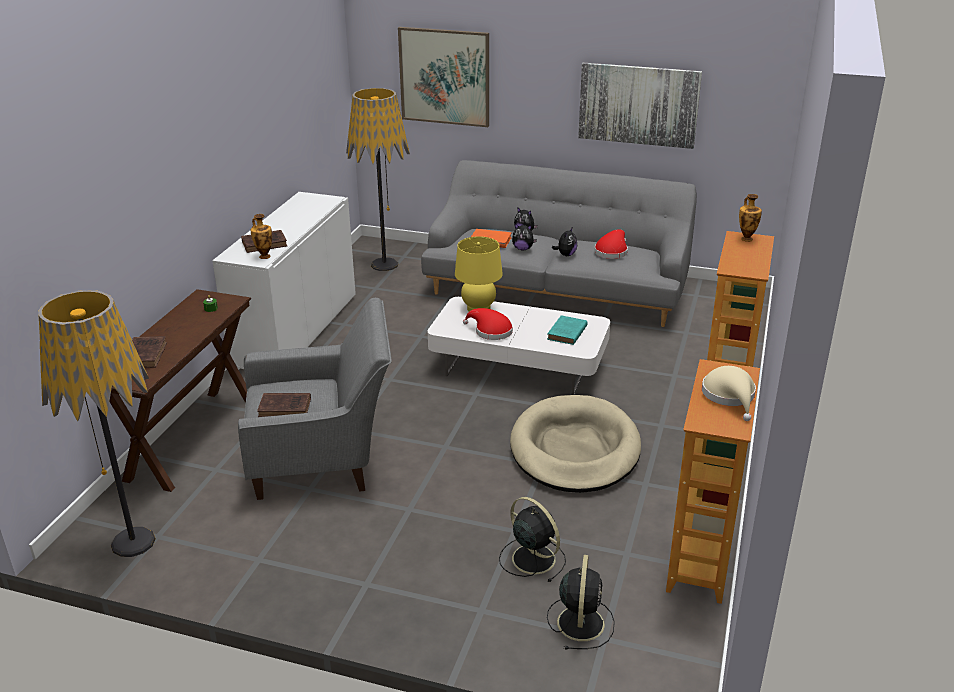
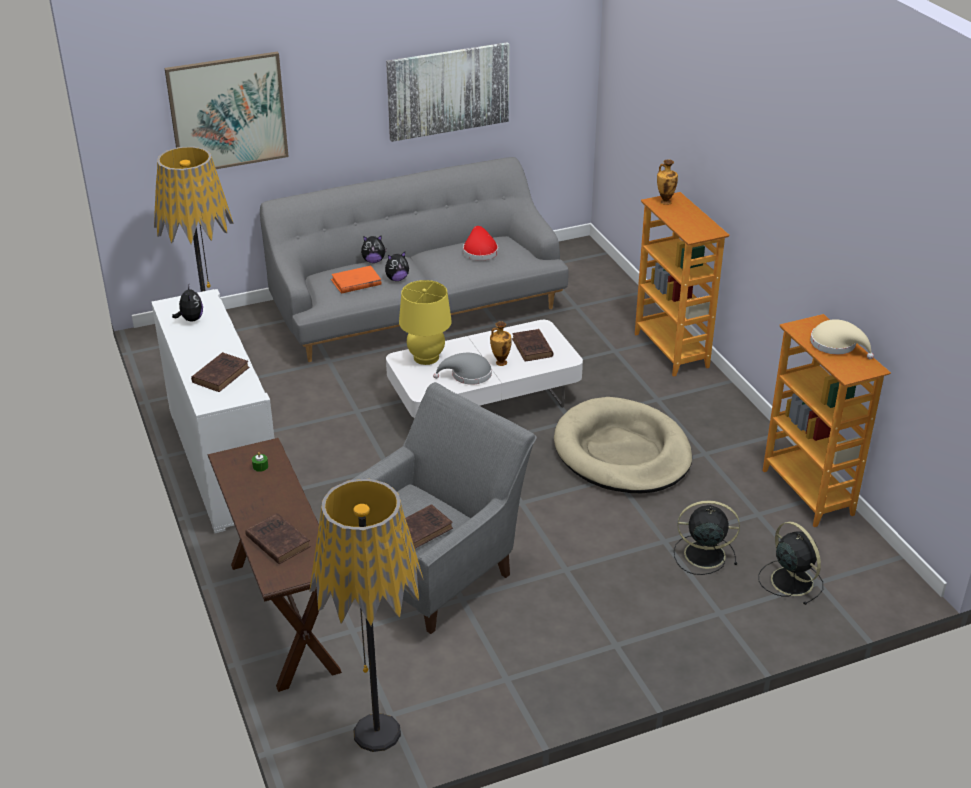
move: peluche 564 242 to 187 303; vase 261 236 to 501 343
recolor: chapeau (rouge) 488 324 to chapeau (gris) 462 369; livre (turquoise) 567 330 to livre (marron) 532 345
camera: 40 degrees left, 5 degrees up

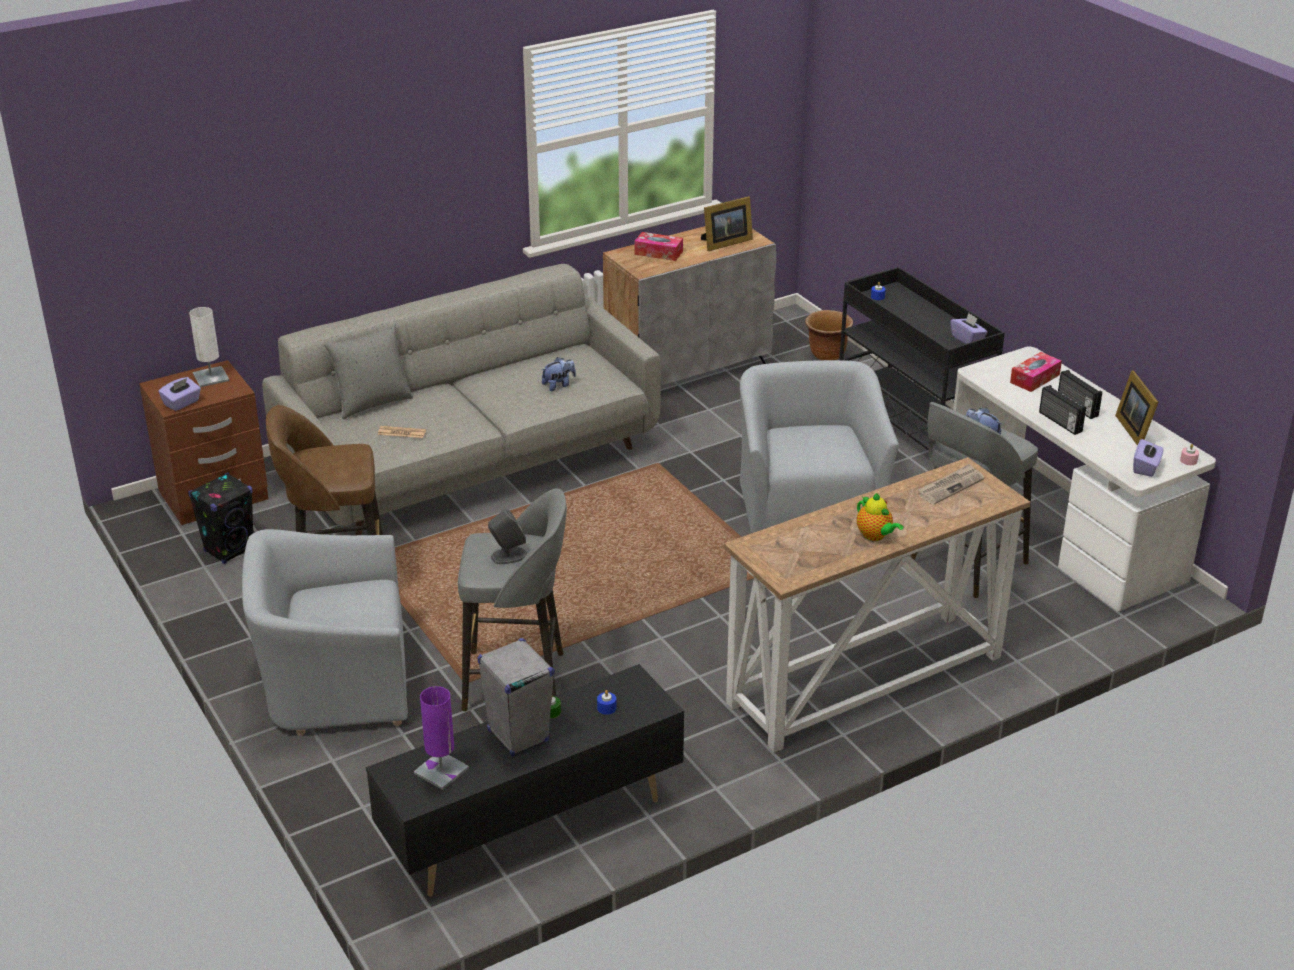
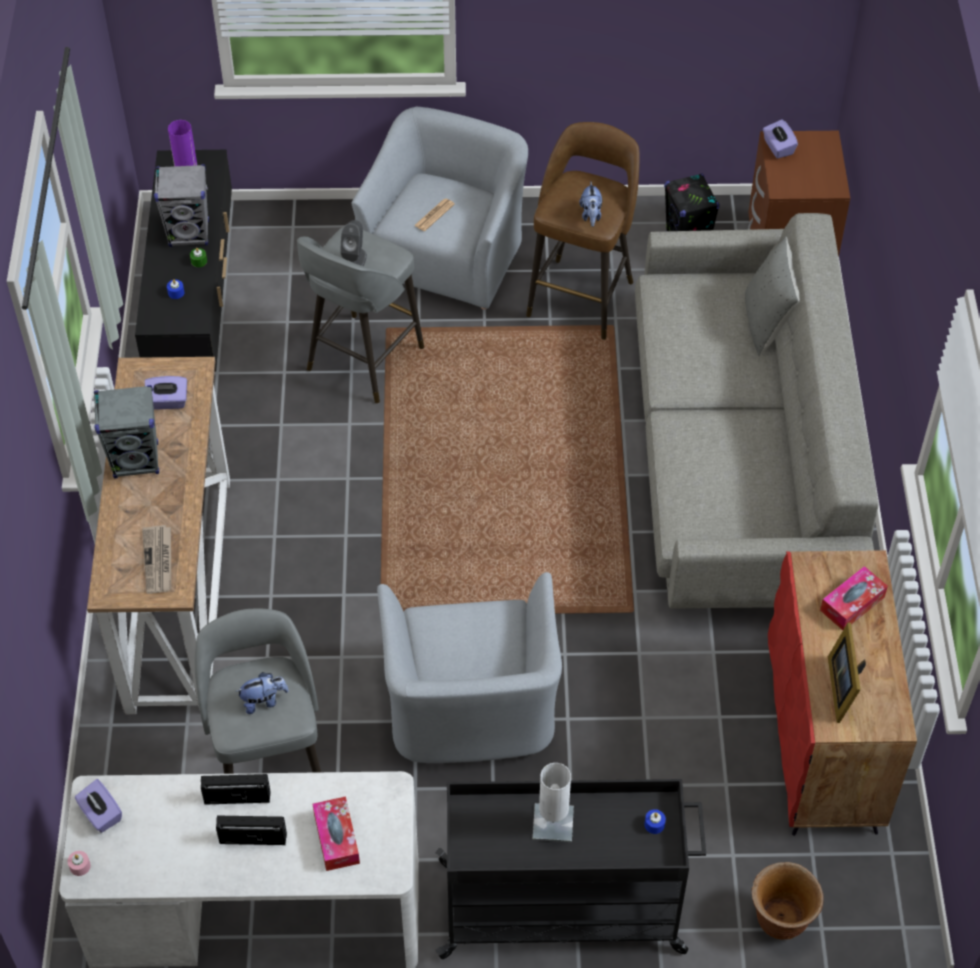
delete: cadre photo 1136 408
move: boîte à mouchoirs (violet) 969 328 to 166 393; journal 402 432 to 434 214; lampe de table (blanc) 209 347 to 553 802; peluche 559 374 to 590 204
replace: théière 880 517 to enceinte (gris) 126 431
recolor: meuble de rangement (gris) 689 305 to meuble de rangement (rouge) 842 693
rotate: fauteuil (gris) 819 446 = 469 667 60 degrees clockwise
camera: 120 degrees right, 20 degrees up

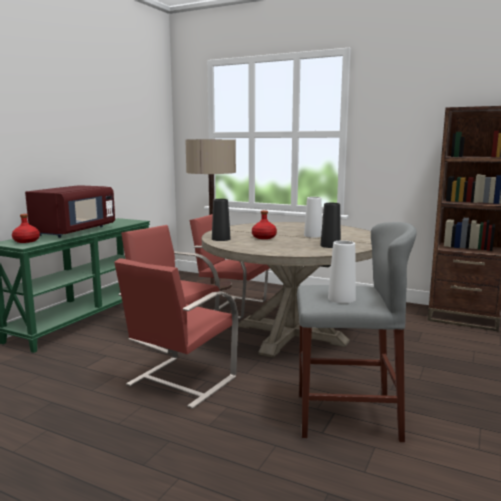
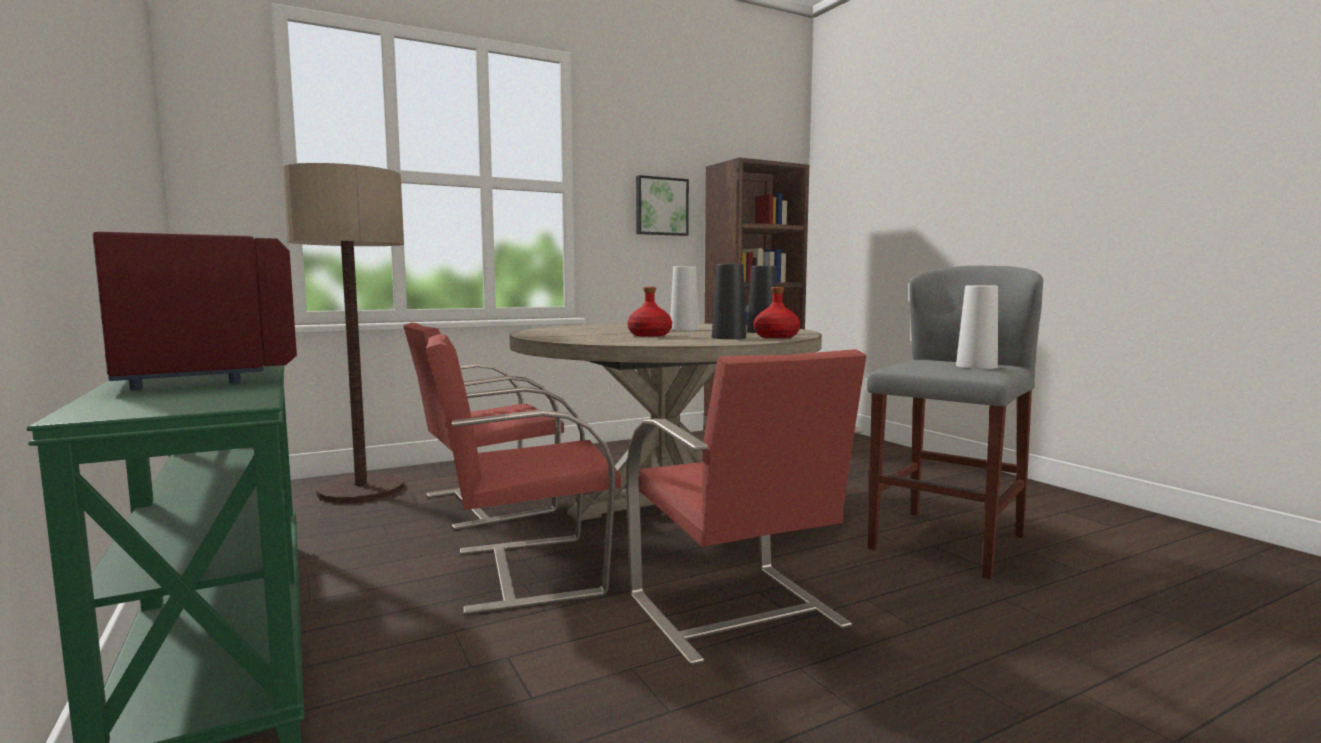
insert: tableau 662 205
move: vase (noir) 221 220 to 729 301; bouteille (rouge) 26 228 to 777 312
camera: 55 degrees left, 5 degrees down

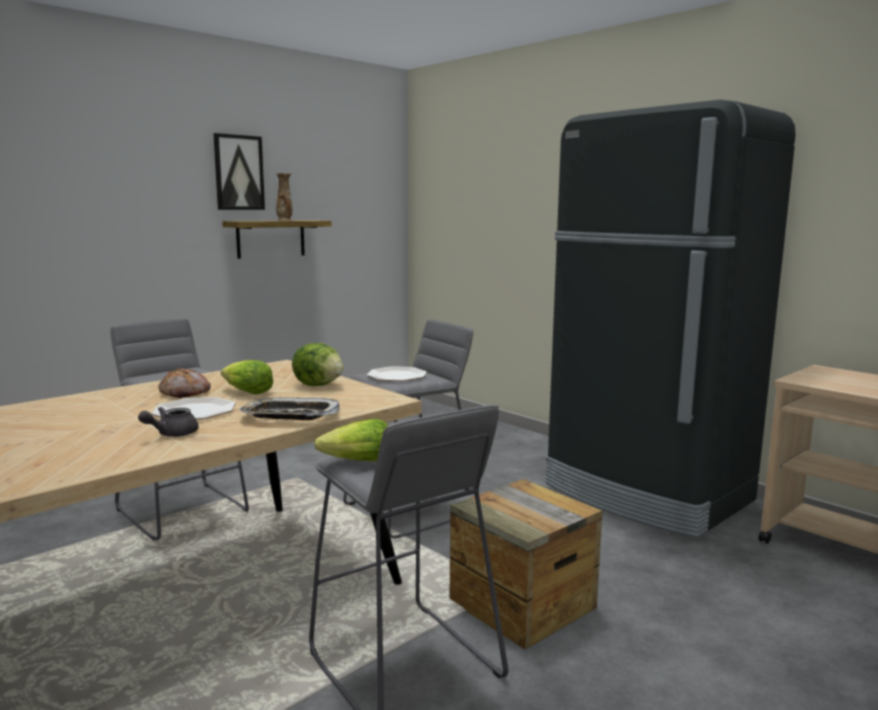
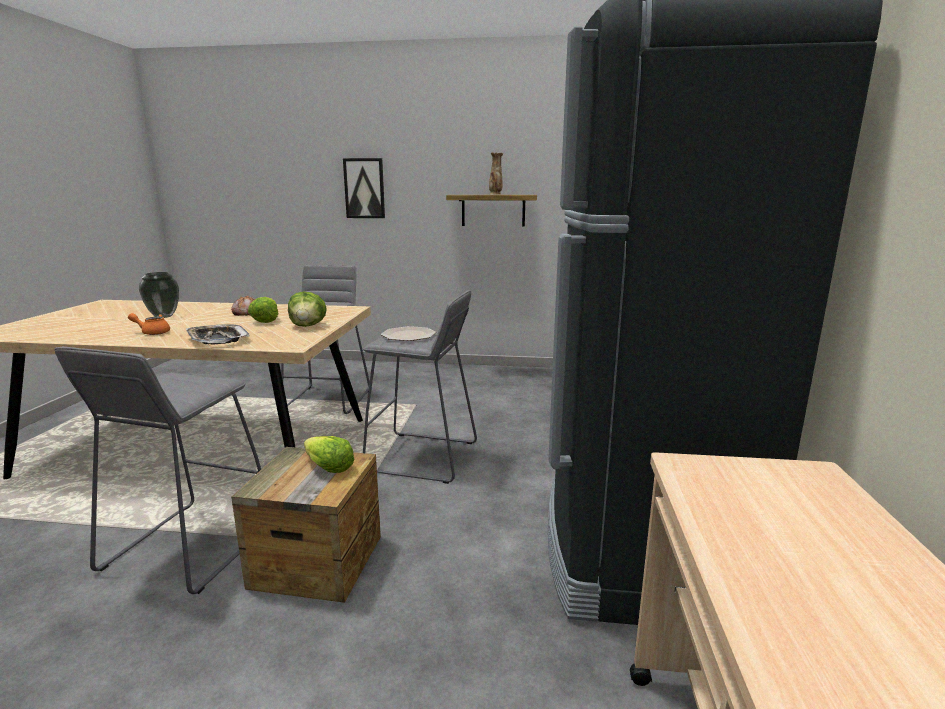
delete: assiette 193 408
insert: vase 159 295
move: laitue 351 440 to 329 454; tableau 239 171 to 364 188
recolor: théière (gris) 168 422 to théière (orange) 149 324
camera: 50 degrees right, 5 degrees up

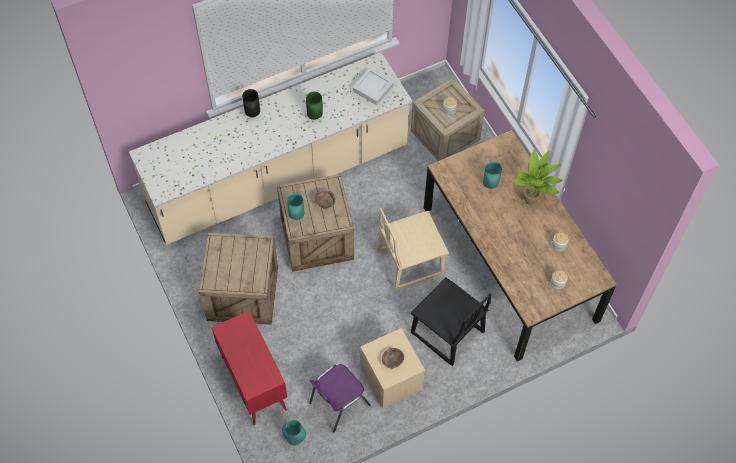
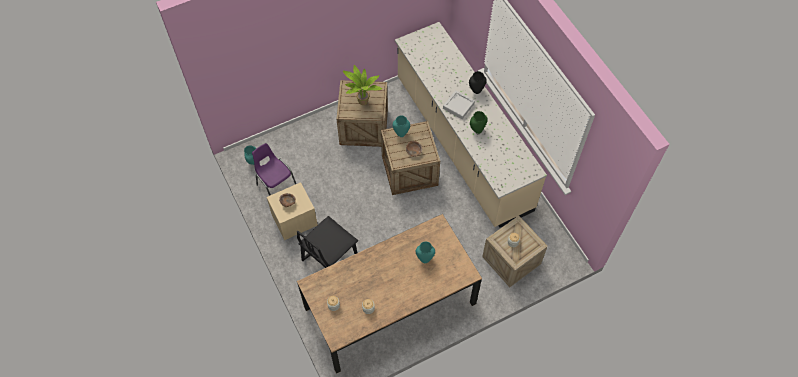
delete: meuble de rangement (rouge) 249 368; chaise (beige) 413 249
move: plante en pot 537 177 to 362 85; plateau (gris) 373 86 to 459 104
camera: 90 degrees right, 0 degrees up

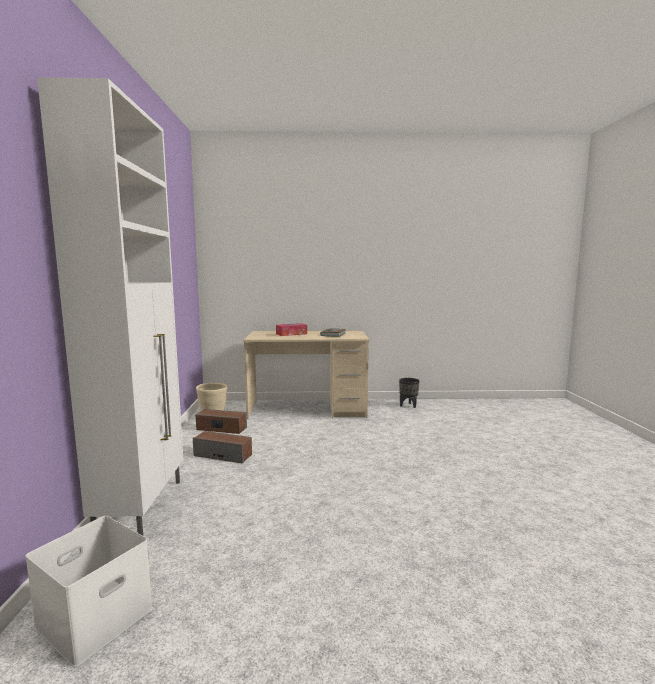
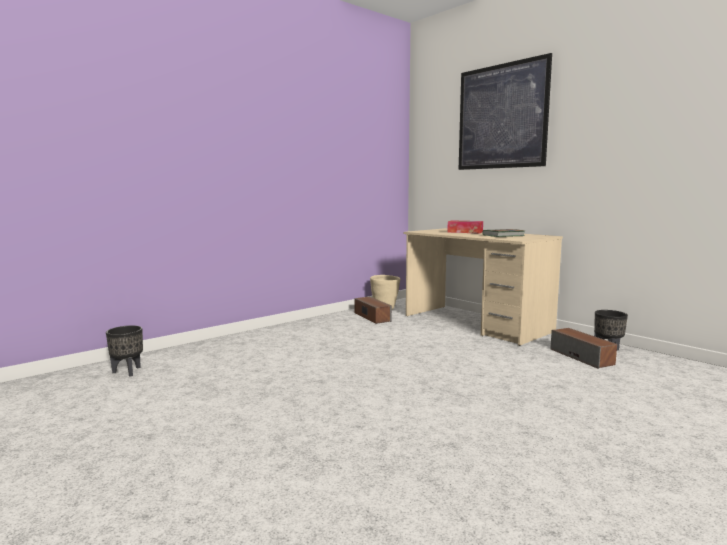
delete: meuble de rangement (blanc) 110 306
insert: tableau 505 111
move: enceinte 222 447 to 583 348
replace: boîte de rangement (blanc) 89 591 to cache-pot (noir) 124 351
camera: 50 degrees right, 0 degrees up

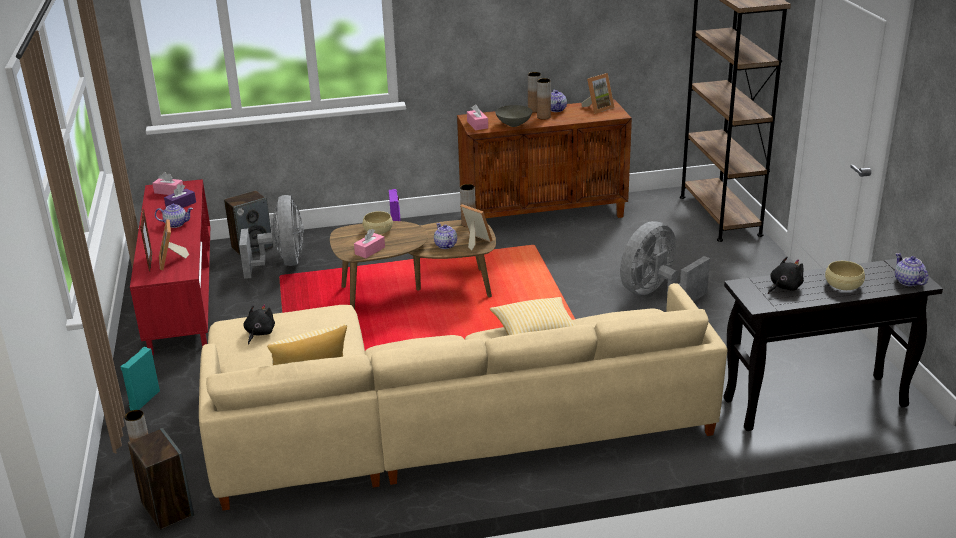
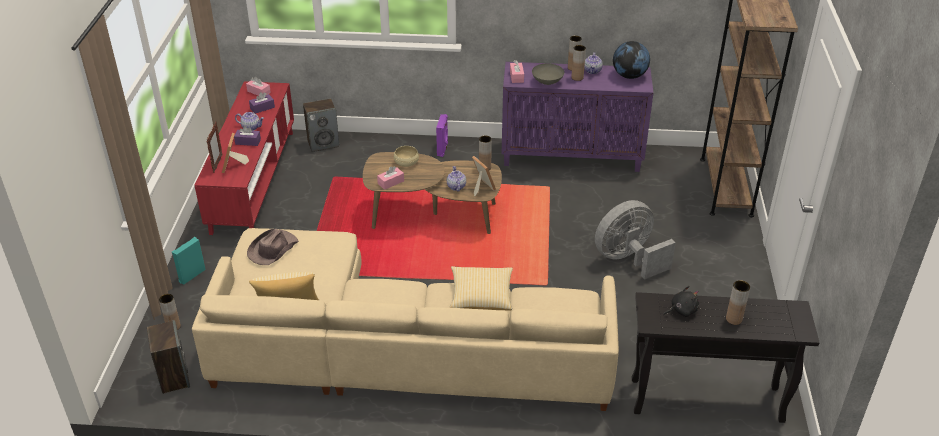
delete: ventilateur (gris) 271 237; théière 911 269
insert: boîte à mouchoirs (violet) 247 136
replace: peluche (noir) 259 324 to chapeau (marron) 273 247; cadre photo 598 93 to globe 631 60; bol (beige) 845 275 to vase (marron) 738 302
recolor: meuble de rangement (marron) 544 158 to meuble de rangement (violet) 578 117
camera: 15 degrees right, 10 degrees up

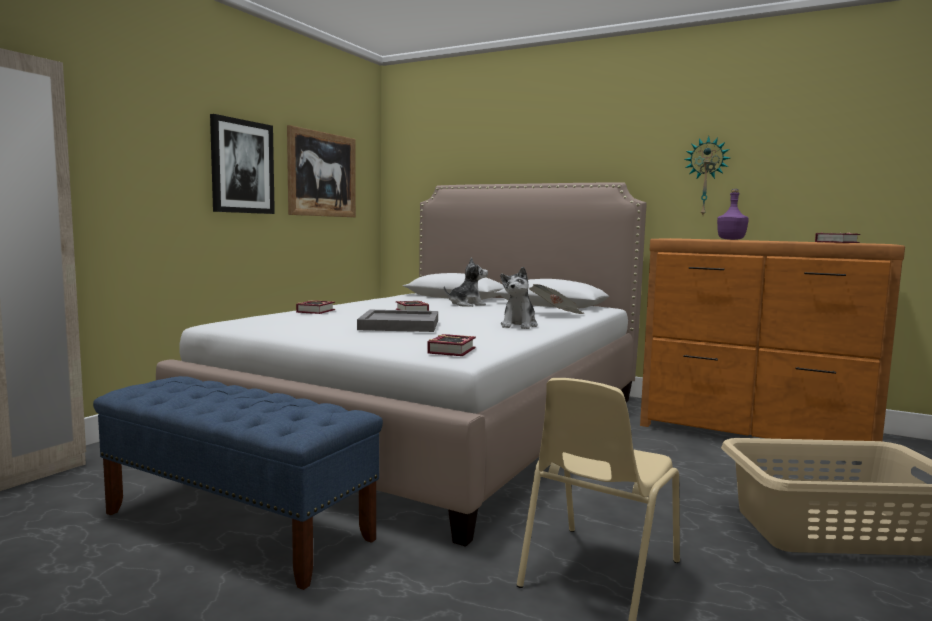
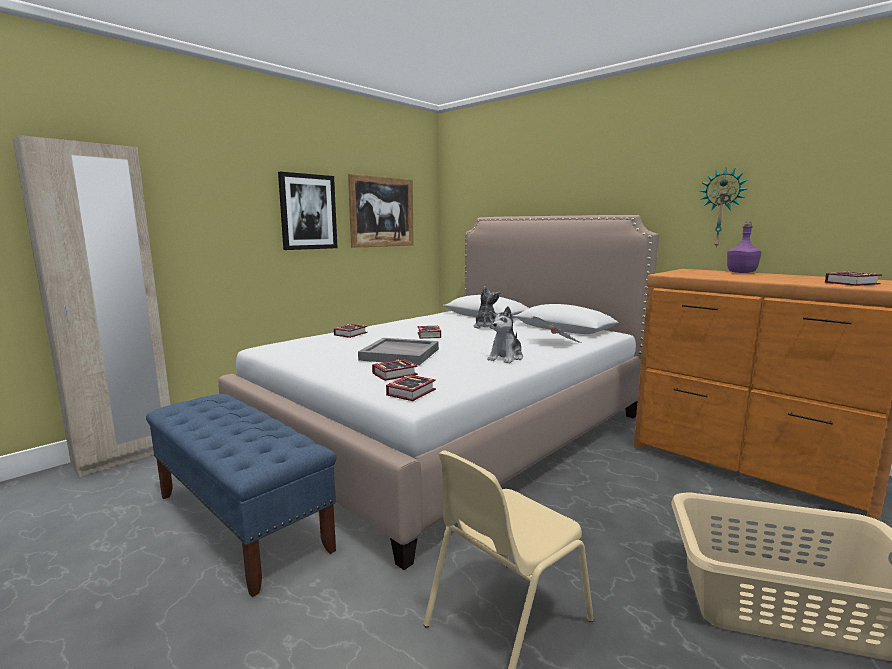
insert: livre 395 370
rotate: peluche 466 282 = 487 307 75 degrees counterclockwise
camera: 15 degrees right, 5 degrees up

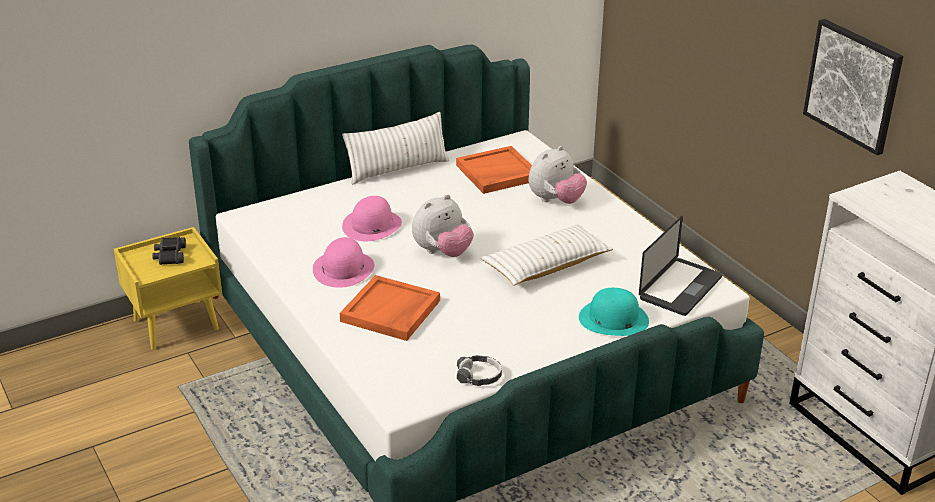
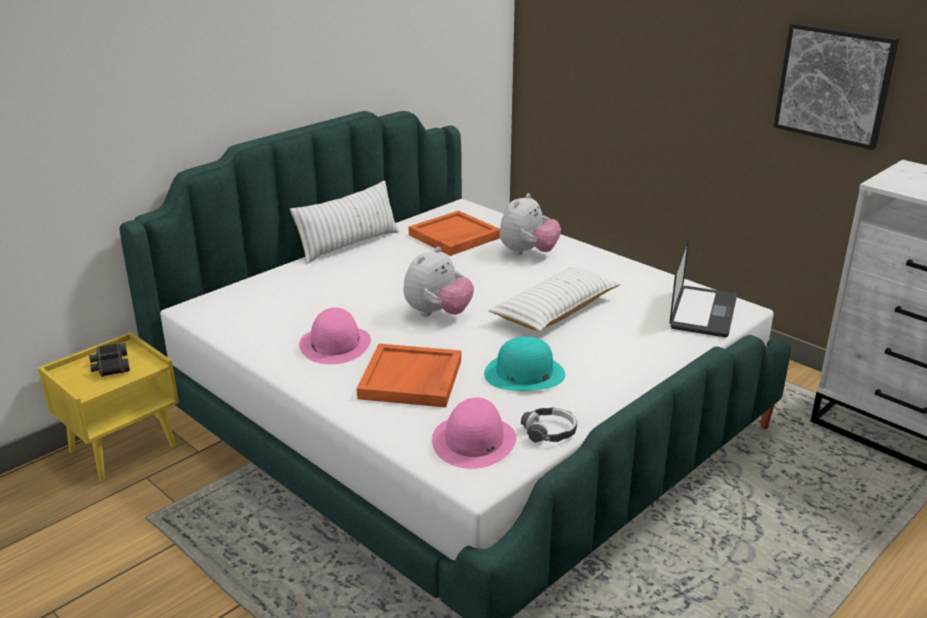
move: chapeau (rose) 372 218 to 474 433; chapeau (turquoise) 614 312 to 524 364
camera: 15 degrees left, 5 degrees down

